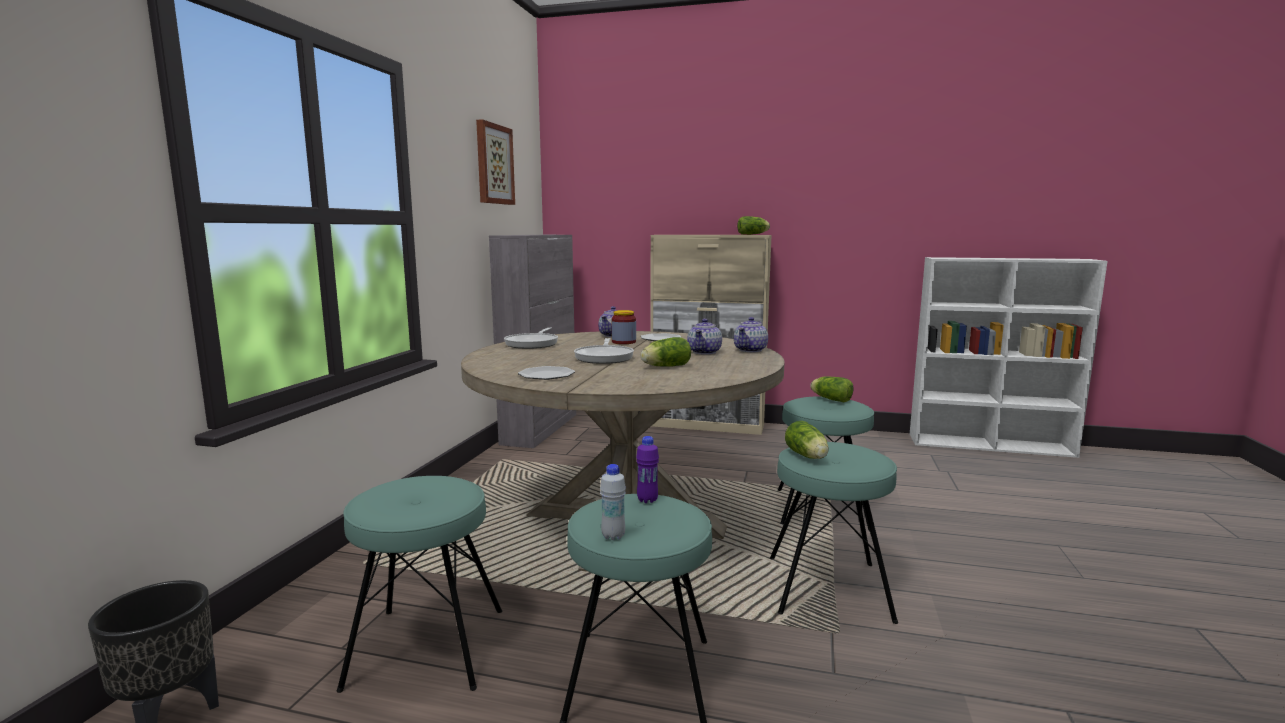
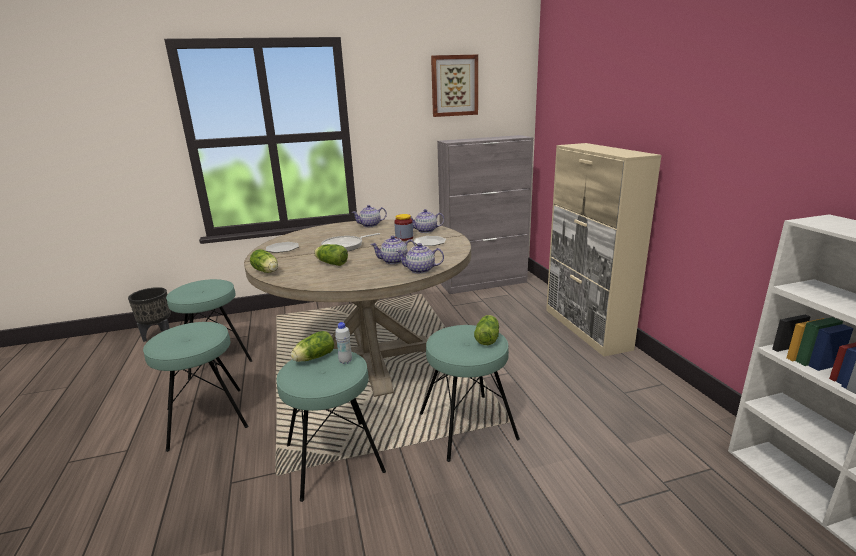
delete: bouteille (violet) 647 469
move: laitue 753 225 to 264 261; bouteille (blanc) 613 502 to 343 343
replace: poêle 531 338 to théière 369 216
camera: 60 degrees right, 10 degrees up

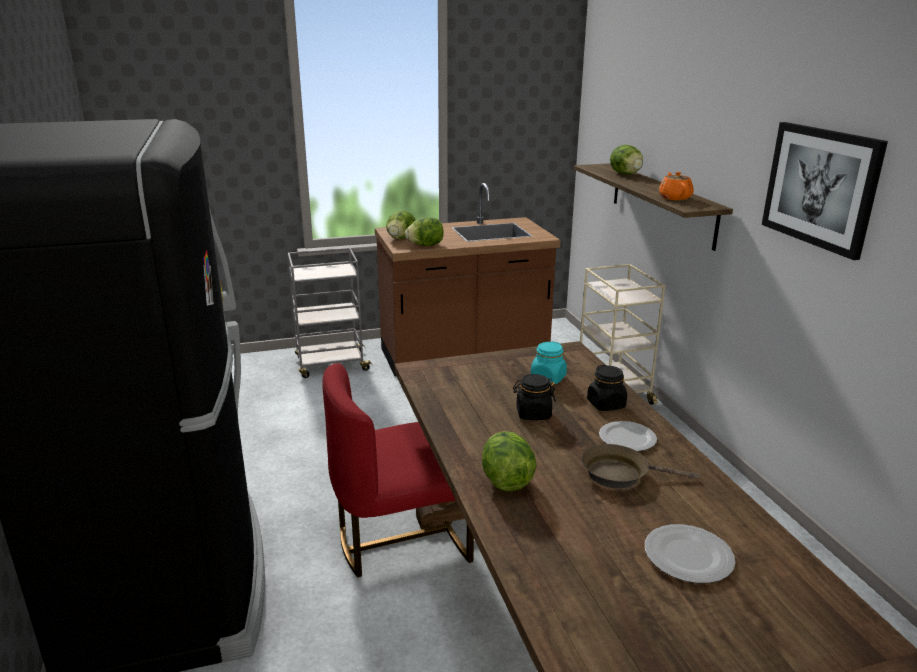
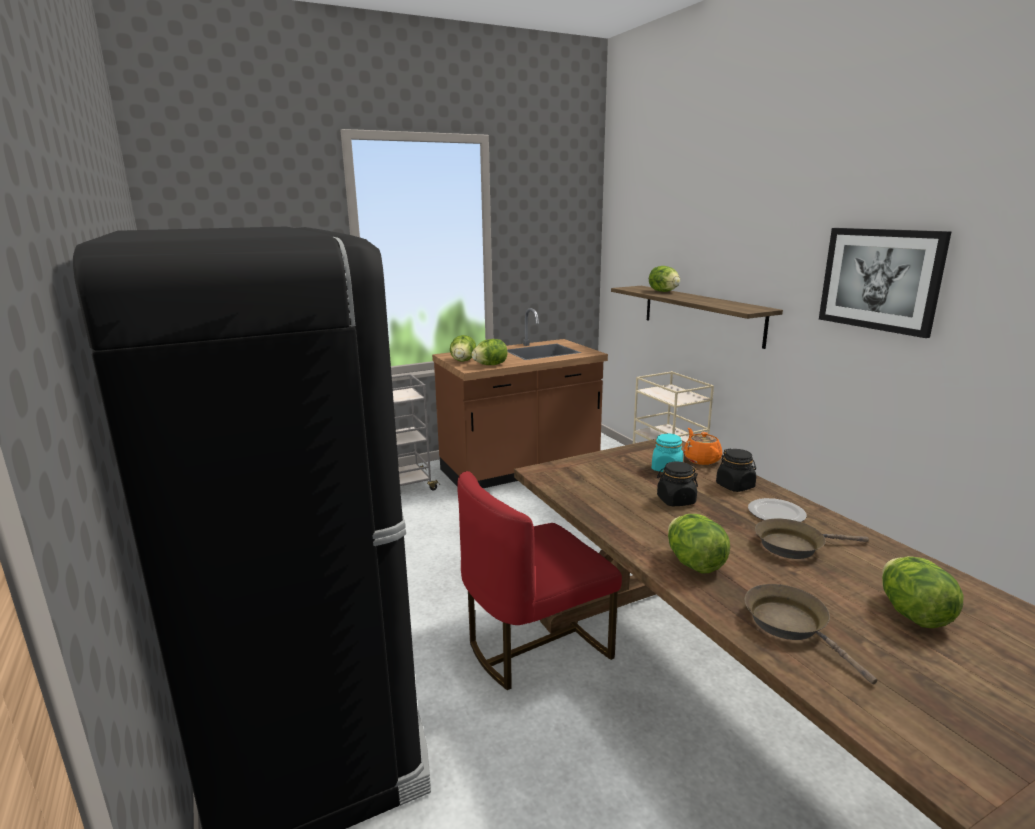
insert: poêle (marron) 811 634
move: théière (orange) 676 186 to 702 446
replace: assiette 690 553 to laitue 923 592
camera: 10 degrees left, 5 degrees down

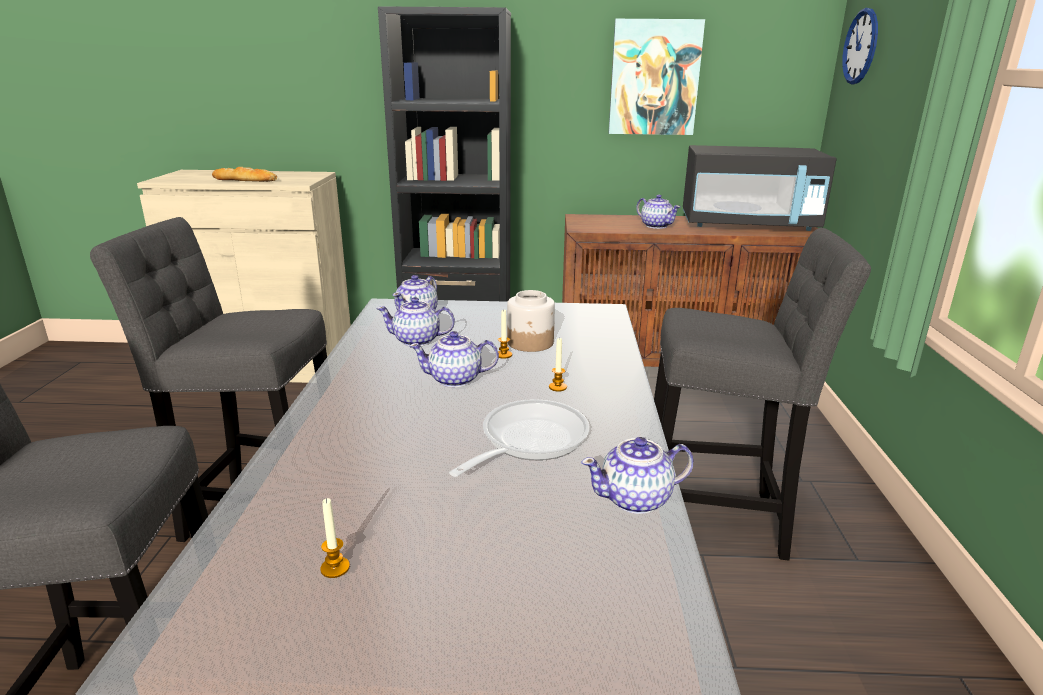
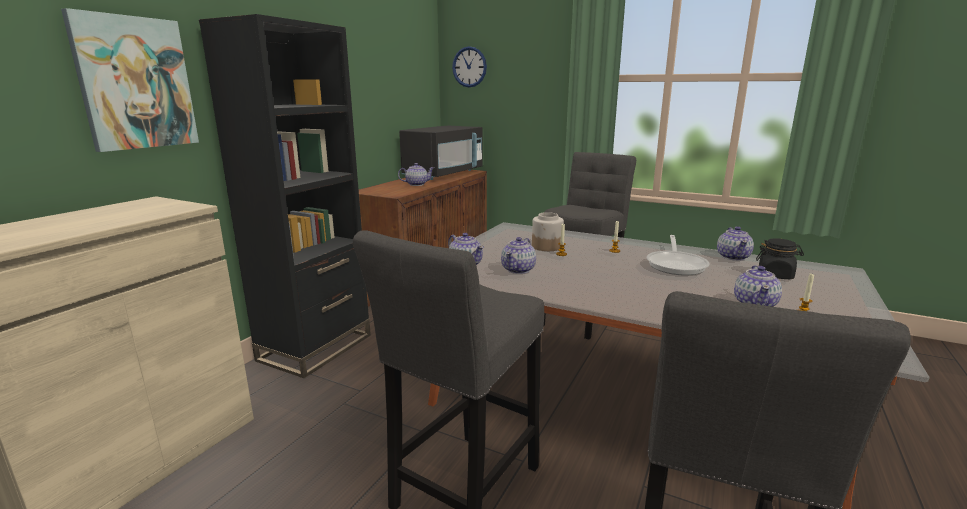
delete: pain 244 174
insert: bocal (noir) 780 258
move: tableau 657 77 to 130 80; théière 454 359 to 758 286
rotate: poêle 519 438 = 678 255 135 degrees counterclockwise
camera: 65 degrees left, 5 degrees down

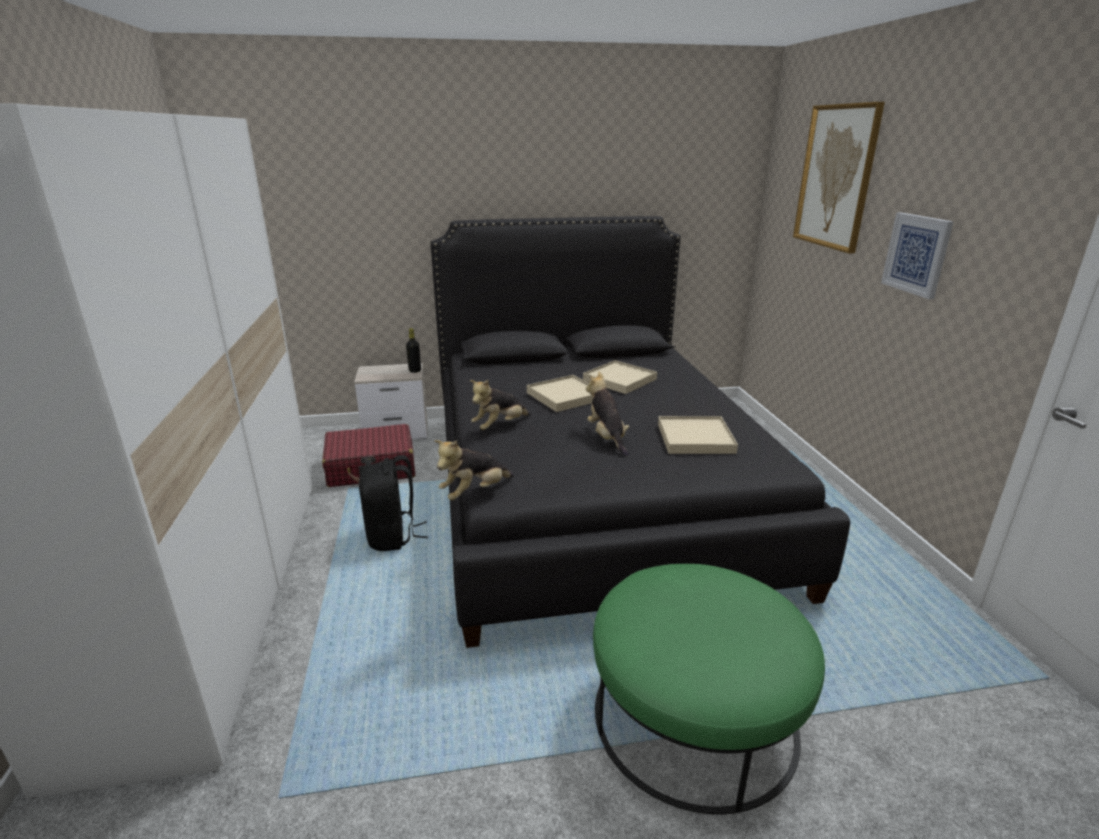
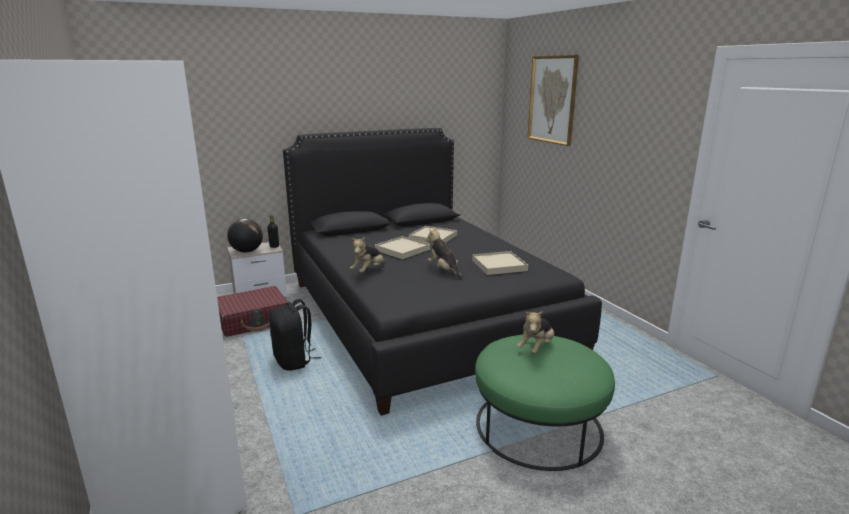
delete: tableau 917 256
insert: globe 245 236
move: peluche 474 470 to 535 332
camera: 15 degrees left, 5 degrees down

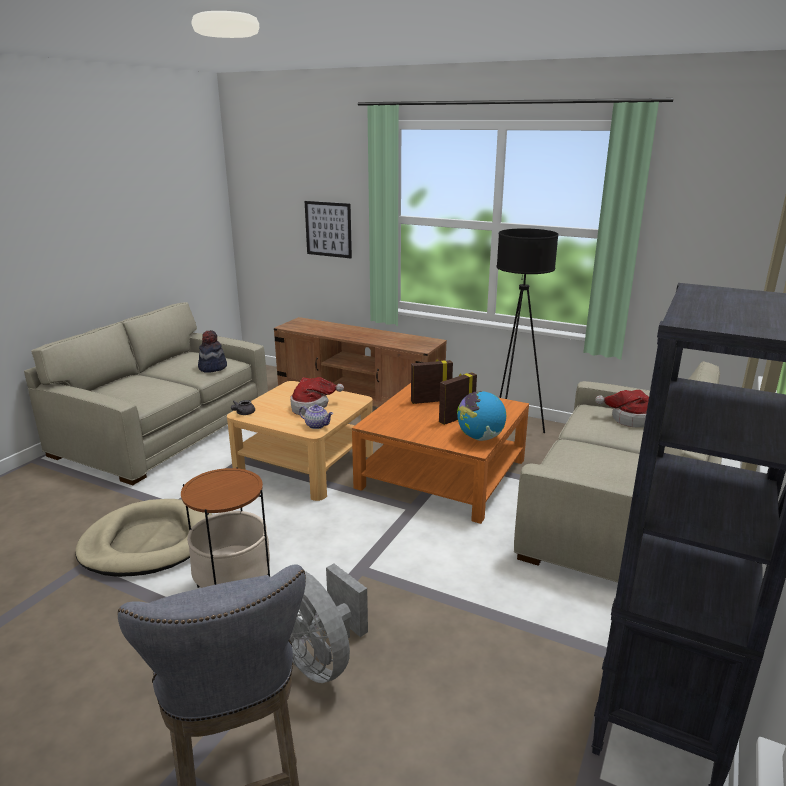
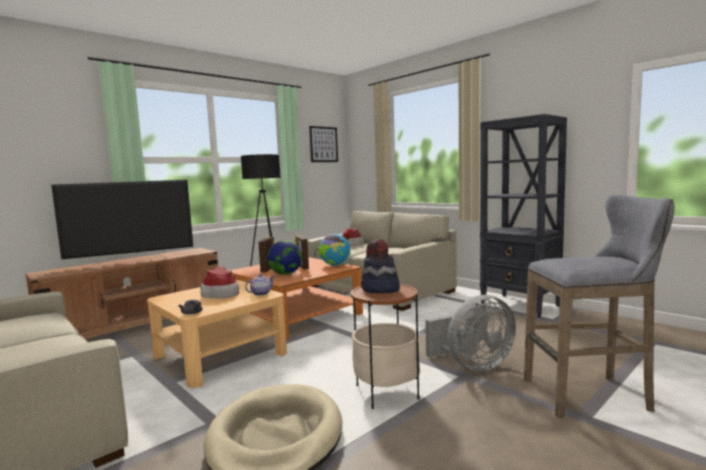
insert: téléviseur 122 222; globe 284 257
move: tableau 328 229 to 323 144; chapeau 212 351 to 380 266
camera: 70 degrees left, 15 degrees down

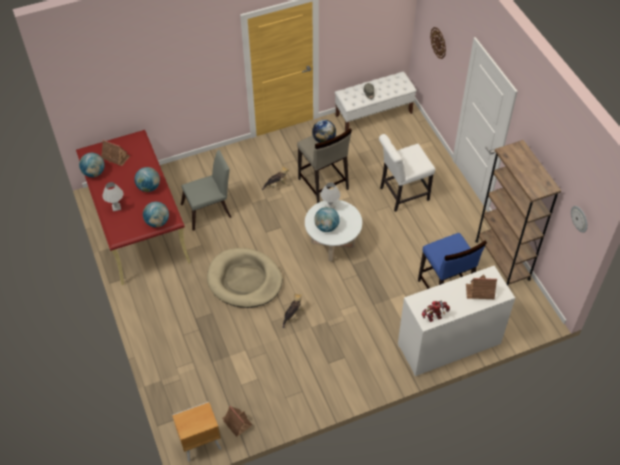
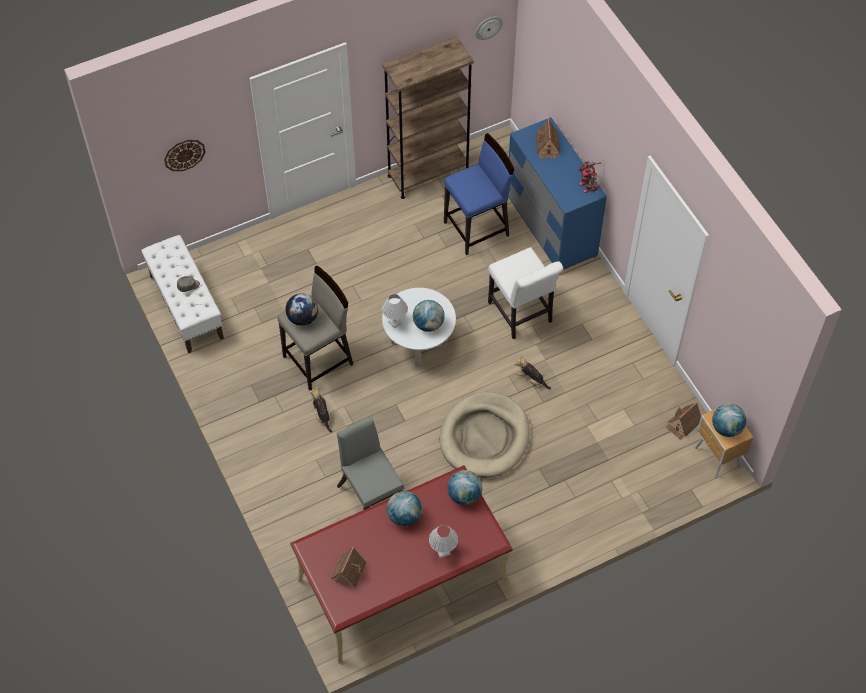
move: chaise (blanc) 407 173 to 525 293; globe 92 165 to 729 420
recolor: commode (blanc) 456 321 to commode (bleu) 557 193
camera: 95 degrees left, 5 degrees up

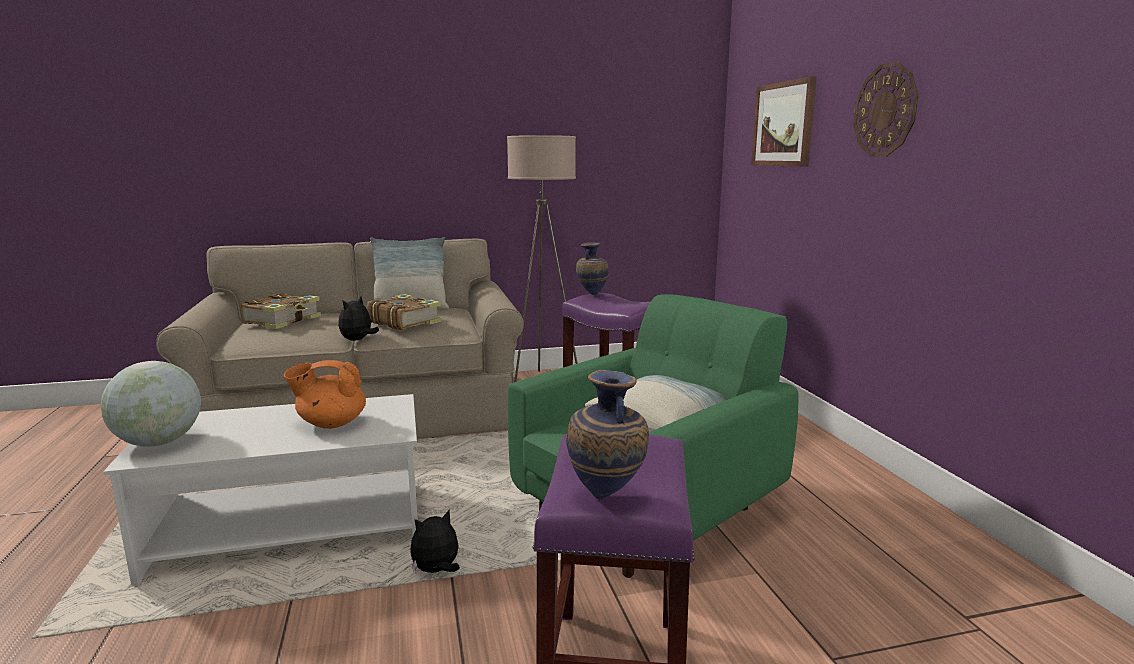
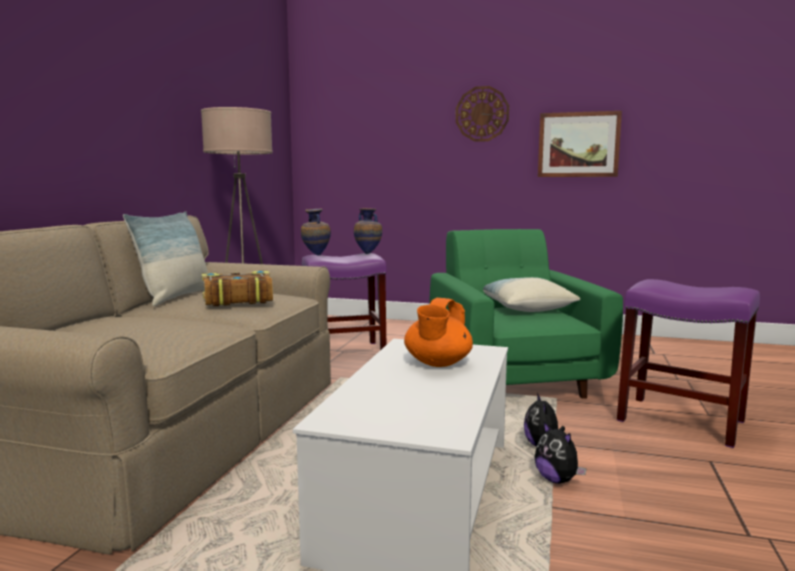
delete: globe 151 404; livre 280 311
move: vase 607 434 to 368 231; peluche 358 318 to 561 453; tableau 784 121 to 580 144
camera: 60 degrees left, 5 degrees down

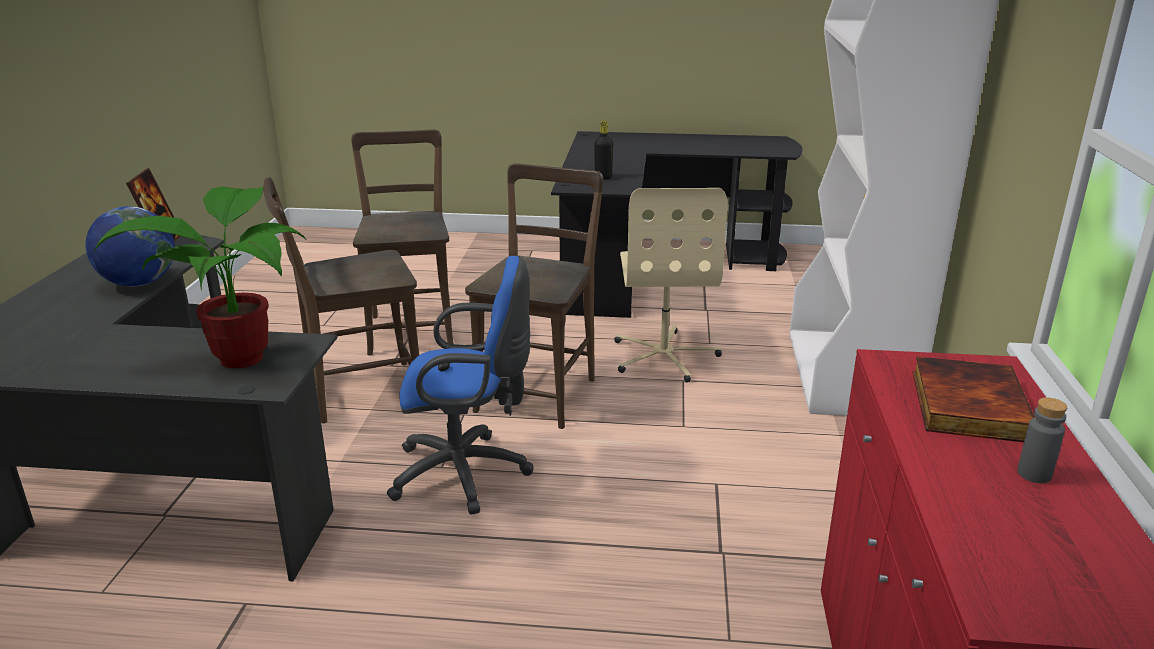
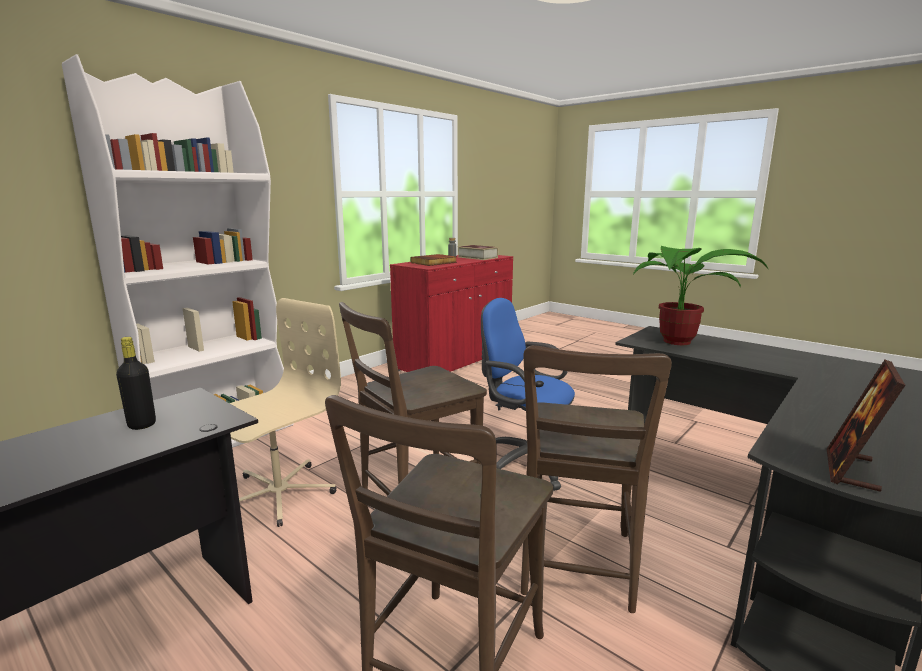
delete: globe 130 246
insert: livre 478 252
rotate: chaise (marron) 341 300 = 596 479 90 degrees clockwise
camera: 145 degrees left, 10 degrees down

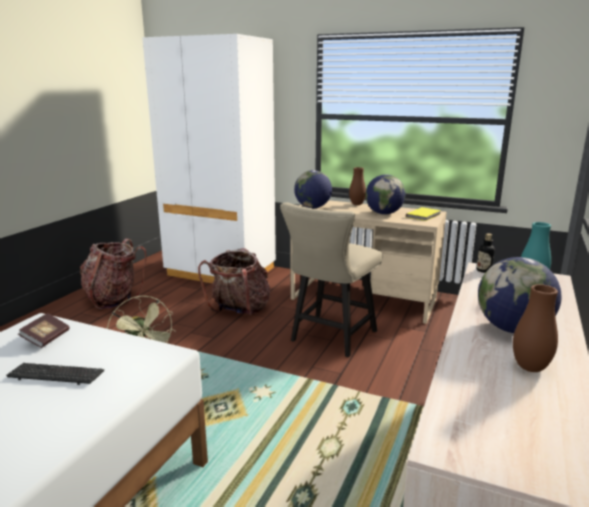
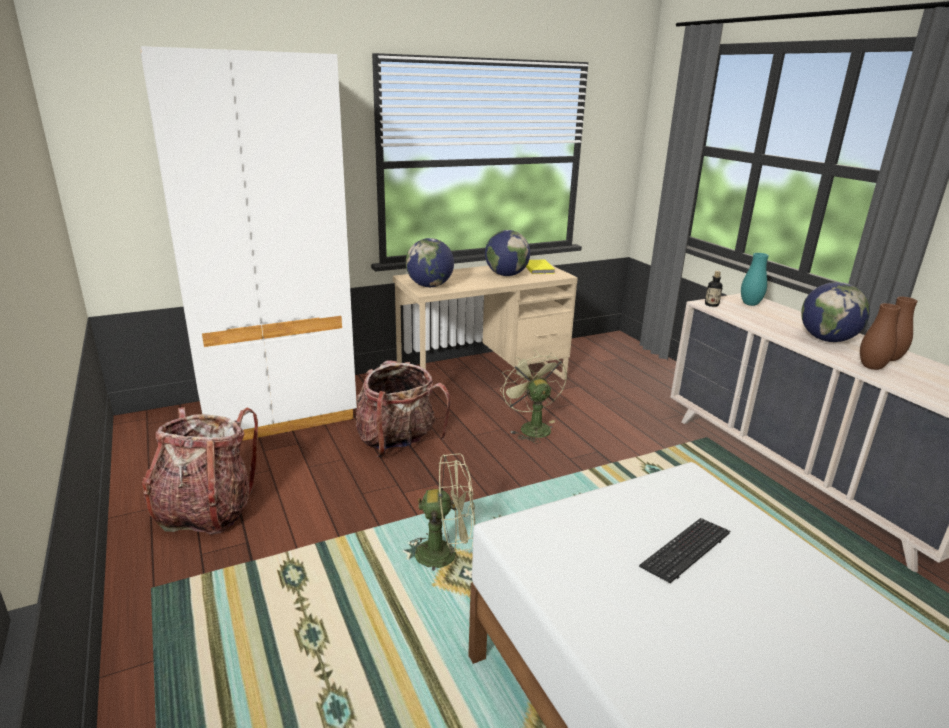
delete: livre 44 330
move: vase (marron) 357 186 to 880 336
replace: chaise (beige) 331 279 to ventilateur (vert) 533 397
camera: 50 degrees left, 5 degrees up

